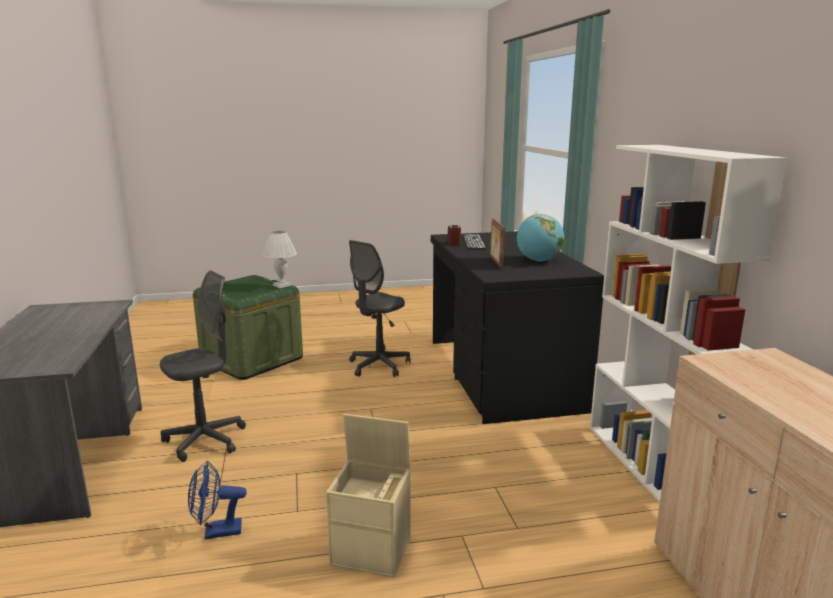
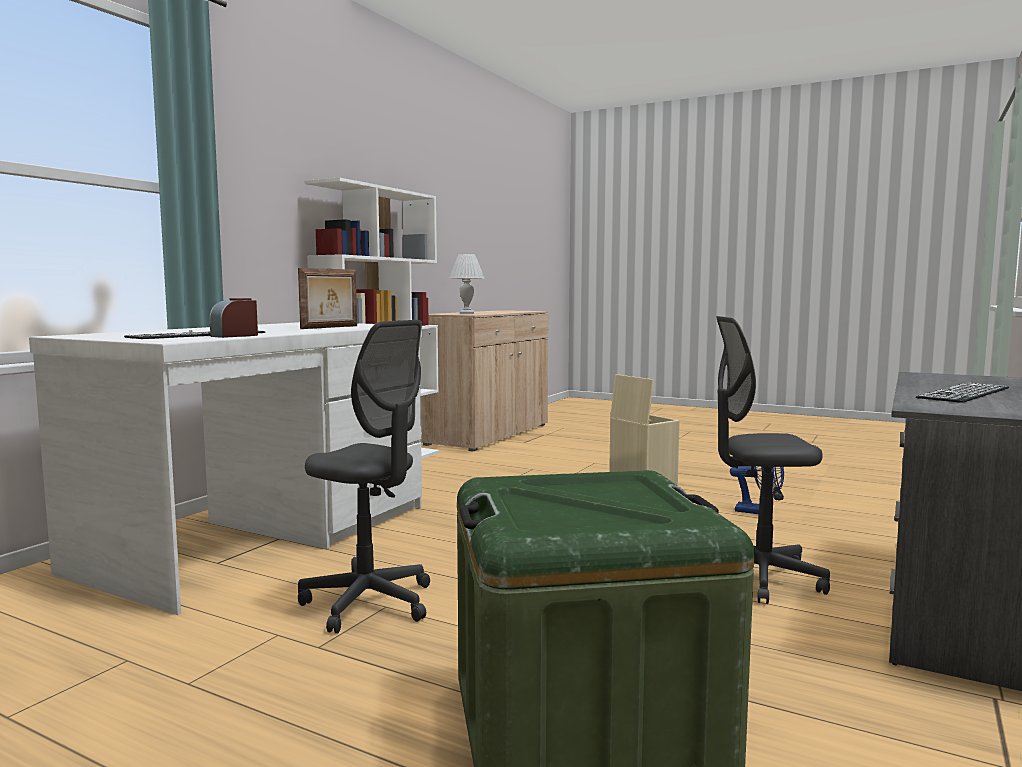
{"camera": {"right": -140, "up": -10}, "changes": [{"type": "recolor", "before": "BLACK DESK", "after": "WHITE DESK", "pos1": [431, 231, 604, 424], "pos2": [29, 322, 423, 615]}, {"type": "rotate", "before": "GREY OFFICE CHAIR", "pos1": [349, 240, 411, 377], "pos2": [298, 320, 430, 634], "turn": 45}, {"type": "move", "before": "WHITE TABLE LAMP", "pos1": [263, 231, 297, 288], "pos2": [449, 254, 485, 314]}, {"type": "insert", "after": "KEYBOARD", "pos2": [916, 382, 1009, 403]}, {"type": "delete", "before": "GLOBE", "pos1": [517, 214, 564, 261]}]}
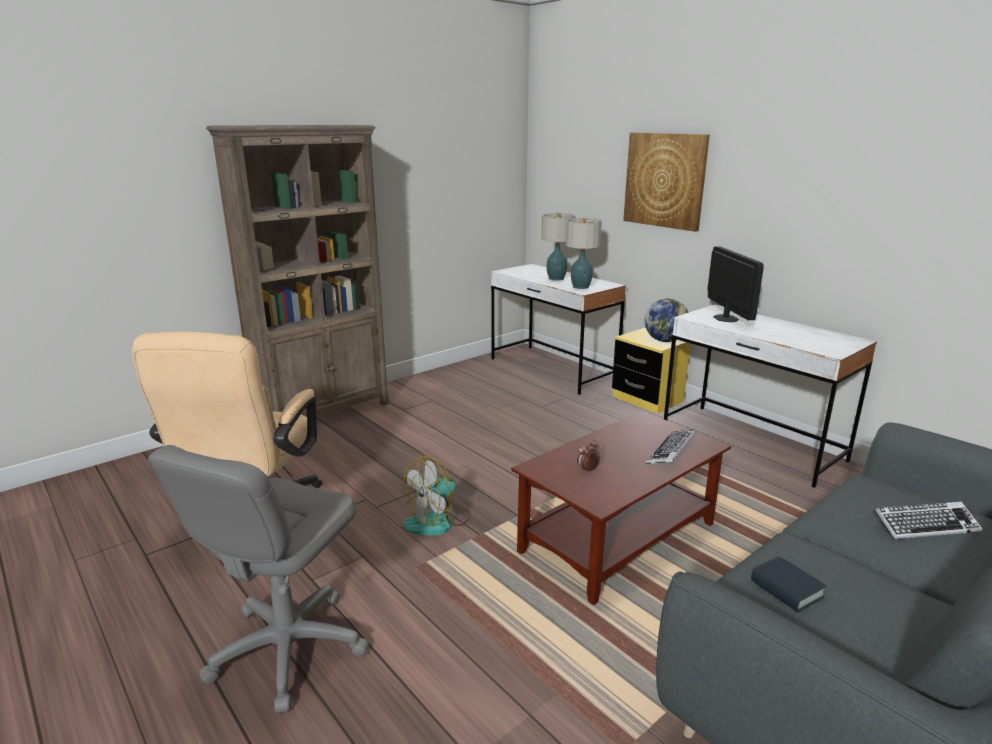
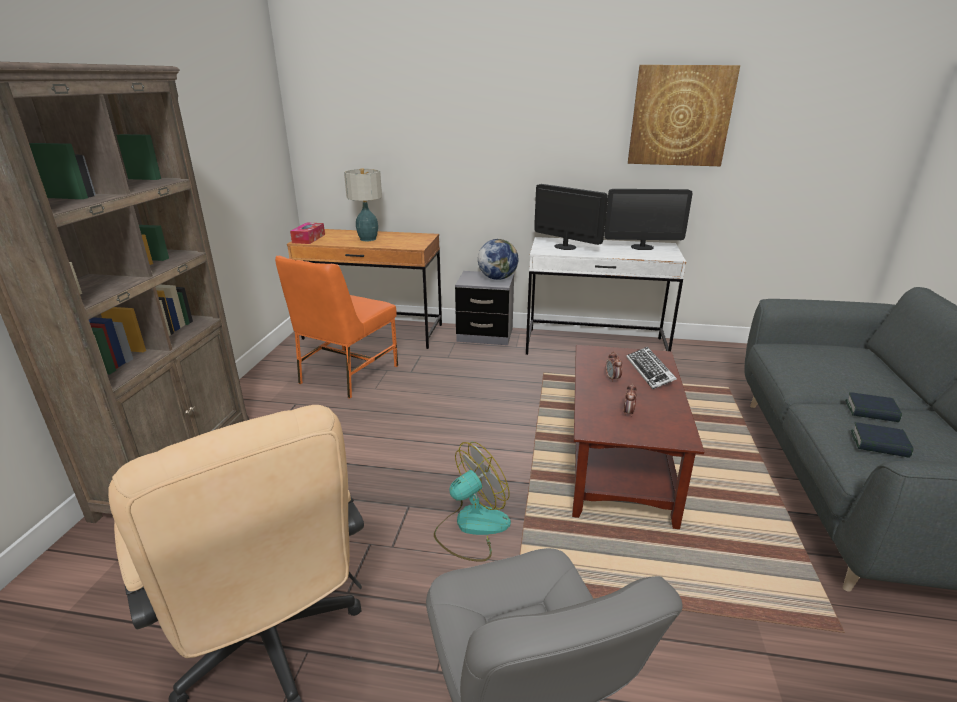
{"camera": {"right": -40, "up": 5}, "changes": [{"type": "insert", "after": "ORANGE CHAIR", "pos2": [275, 256, 398, 399]}, {"type": "recolor", "before": "WHITE DESK", "after": "BROWN DESK", "pos1": [491, 264, 626, 395], "pos2": [287, 229, 442, 349]}, {"type": "insert", "after": "TISSUE BOX", "pos2": [290, 222, 325, 244]}, {"type": "rotate", "before": "FAN", "pos1": [402, 456, 471, 536], "pos2": [434, 442, 511, 562], "turn": -135}, {"type": "recolor", "before": "YELLOW NIGHTSTAND", "after": "GREY NIGHTSTAND", "pos1": [612, 328, 691, 414], "pos2": [455, 271, 514, 345]}, {"type": "insert", "after": "MONITOR", "pos2": [604, 189, 692, 250]}, {"type": "insert", "after": "ALARM CLOCK", "pos2": [606, 351, 622, 382]}, {"type": "move", "before": "PICTURE", "pos1": [623, 132, 710, 232], "pos2": [628, 65, 740, 166]}, {"type": "insert", "after": "BOOK", "pos2": [845, 392, 902, 422]}, {"type": "delete", "before": "TABLE LAMP", "pos1": [566, 218, 602, 289]}, {"type": "delete", "before": "KEYBOARD", "pos1": [876, 501, 983, 539]}]}
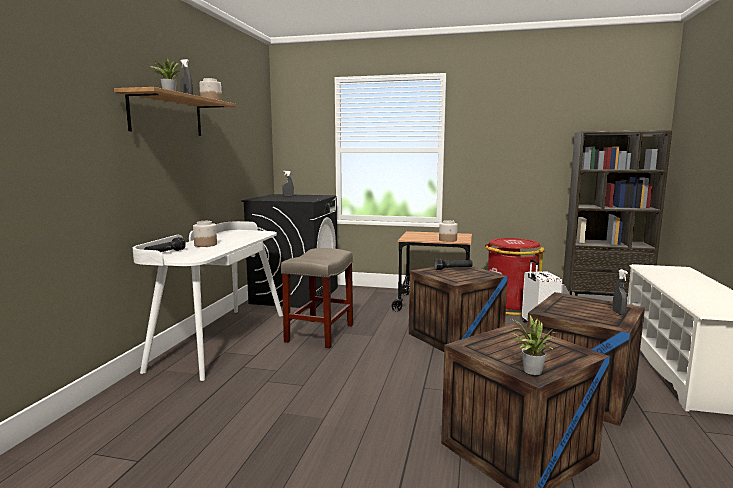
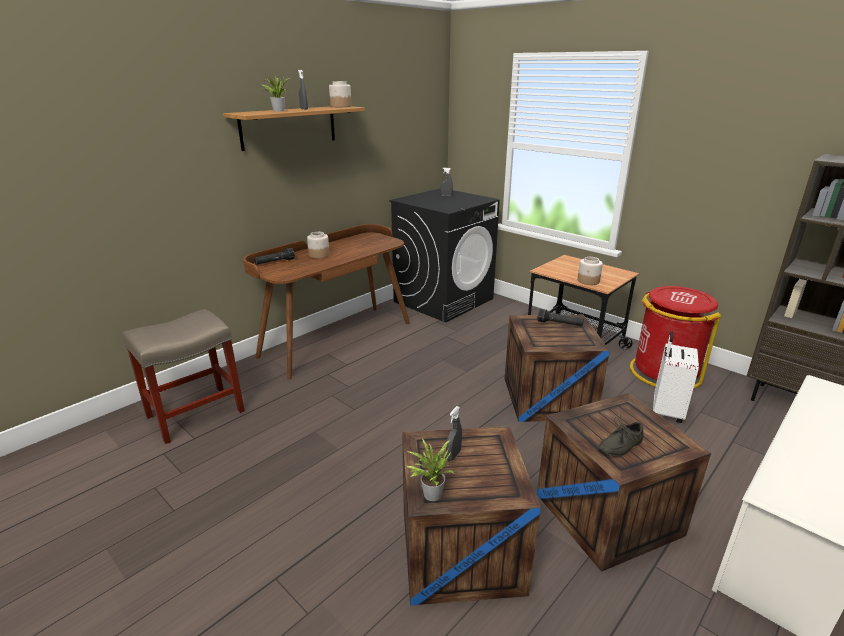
{"camera": {"right": 30, "up": 15}, "changes": [{"type": "move", "before": "BEIGE STOOL", "pos1": [281, 248, 353, 348], "pos2": [122, 309, 245, 444]}, {"type": "recolor", "before": "WHITE DESK", "after": "BROWN DESK", "pos1": [133, 221, 283, 381], "pos2": [243, 224, 410, 379]}, {"type": "move", "before": "GREY SPRAY BOTTLE", "pos1": [612, 269, 628, 315], "pos2": [446, 406, 462, 461]}, {"type": "insert", "after": "GREY SHOE", "pos2": [598, 414, 643, 457]}]}
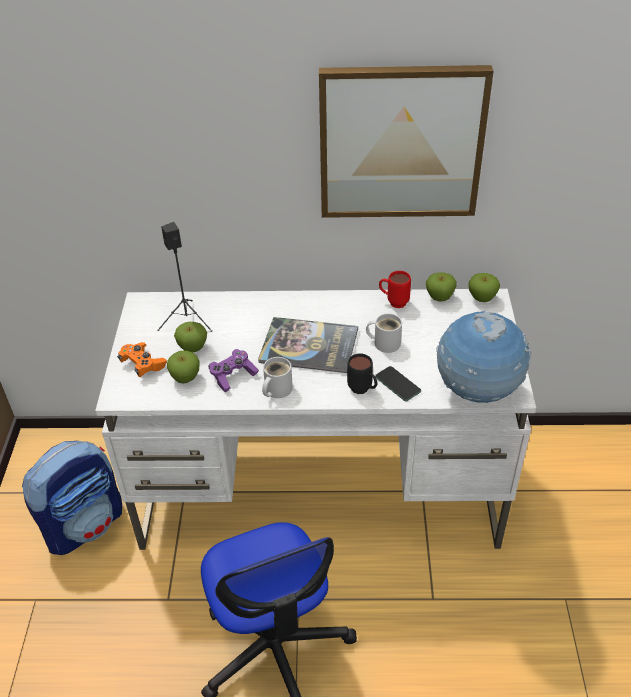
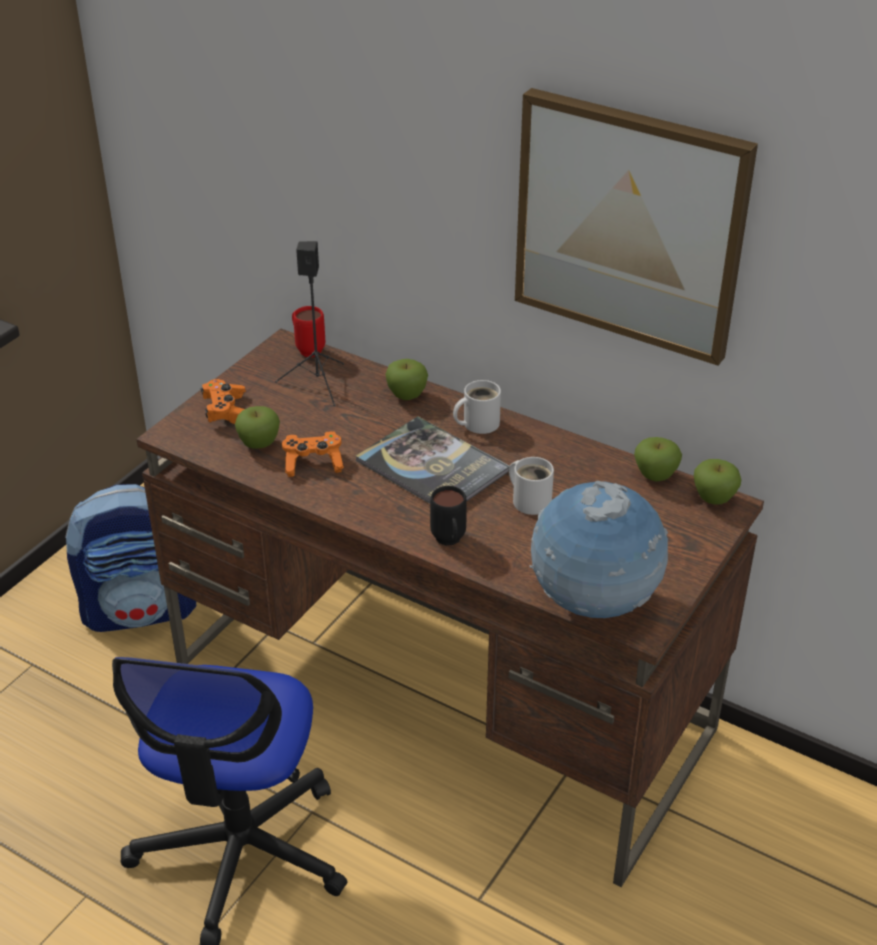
{"camera": {"right": 30, "up": -5}, "changes": [{"type": "recolor", "before": "WHITE DESK", "after": "BROWN DESK", "pos1": [95, 289, 536, 550], "pos2": [136, 329, 764, 887]}, {"type": "recolor", "before": "PURPLE GAME CONTROLLER", "after": "ORANGE GAME CONTROLLER", "pos1": [208, 349, 259, 392], "pos2": [282, 431, 344, 477]}, {"type": "move", "before": "RED MUG", "pos1": [379, 271, 411, 308], "pos2": [292, 306, 325, 357]}, {"type": "move", "before": "APPLE", "pos1": [174, 322, 207, 353], "pos2": [385, 359, 428, 400]}, {"type": "move", "before": "WHITE MUG", "pos1": [262, 357, 293, 398], "pos2": [453, 380, 501, 434]}, {"type": "delete", "before": "PHONE", "pos1": [375, 366, 421, 401]}]}
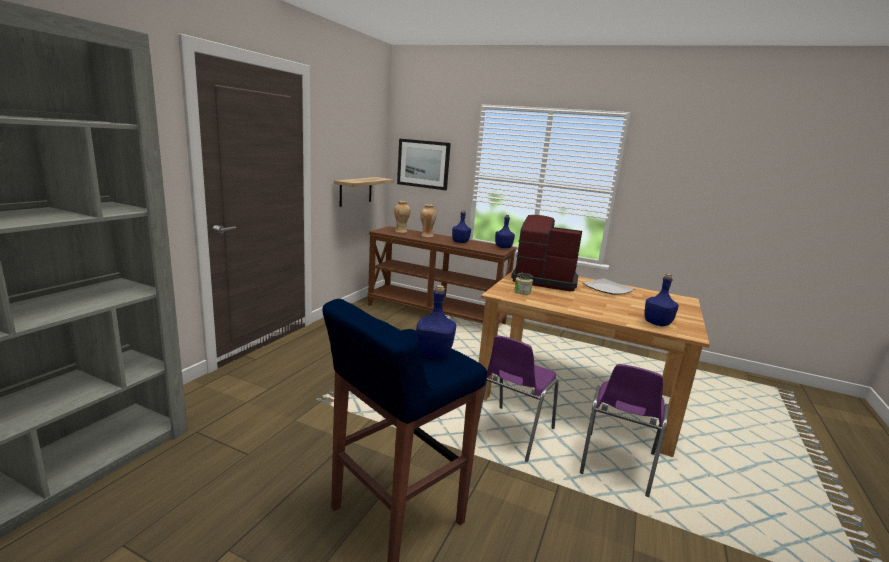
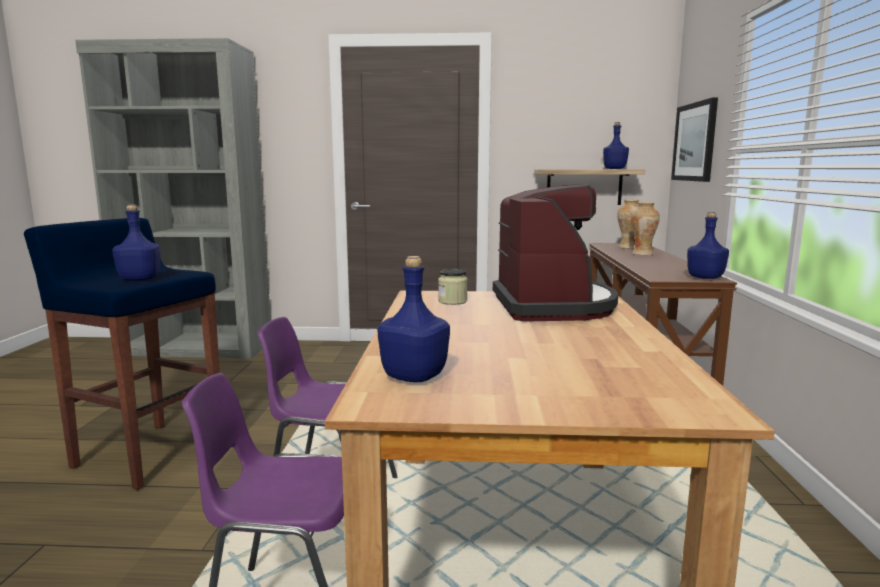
{"camera": {"right": 70, "up": -5}, "changes": [{"type": "move", "before": "BLUE BOTTLE", "pos1": [452, 210, 471, 243], "pos2": [603, 122, 629, 169]}, {"type": "delete", "before": "PLATE", "pos1": [583, 278, 635, 295]}]}
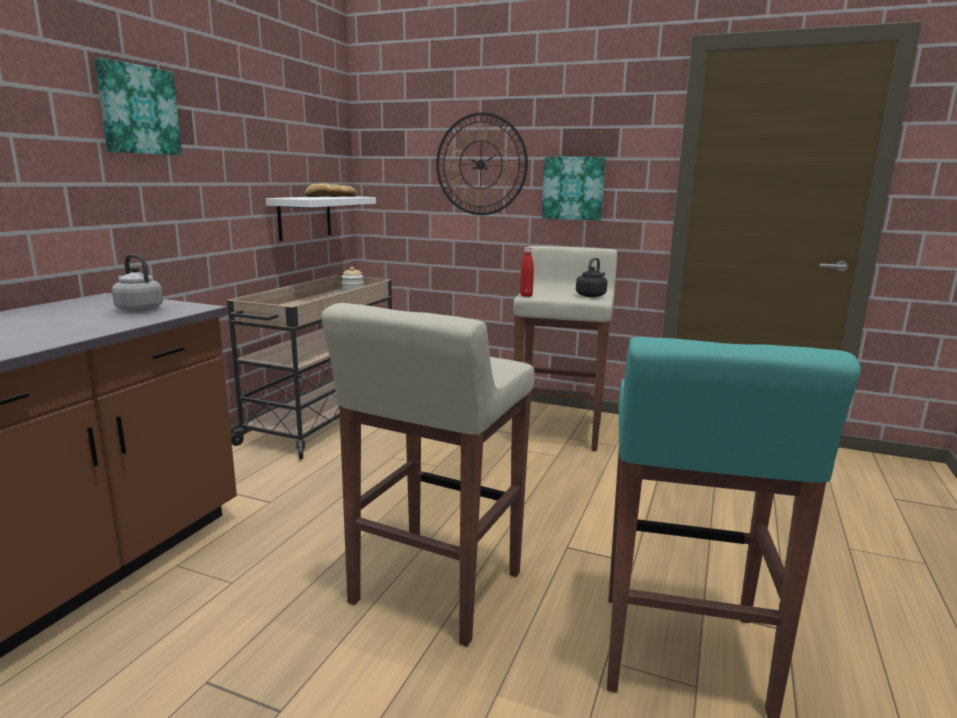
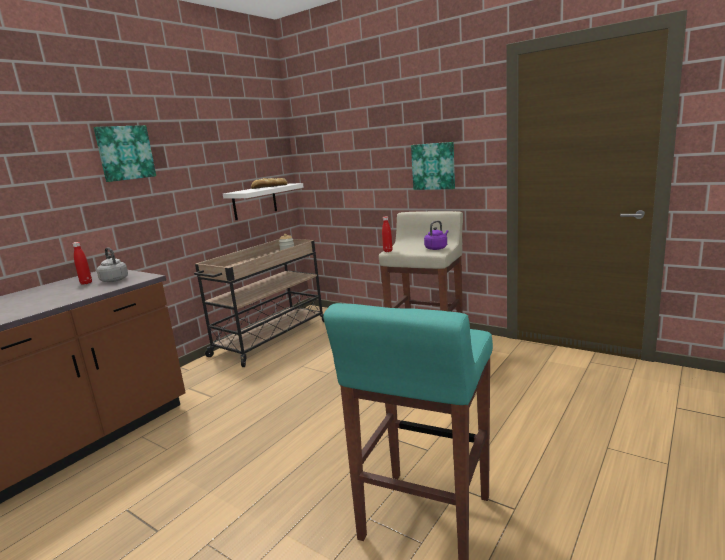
{"camera": {"right": 15, "up": 0}, "changes": [{"type": "insert", "after": "RED BOTTLE", "pos2": [72, 242, 92, 285]}, {"type": "recolor", "before": "BLACK KETTLE", "after": "PURPLE KETTLE", "pos1": [576, 258, 607, 297], "pos2": [424, 220, 449, 250]}, {"type": "delete", "before": "BEIGE STOOL", "pos1": [321, 303, 534, 647]}, {"type": "delete", "before": "WALL CLOCK", "pos1": [436, 112, 528, 215]}]}
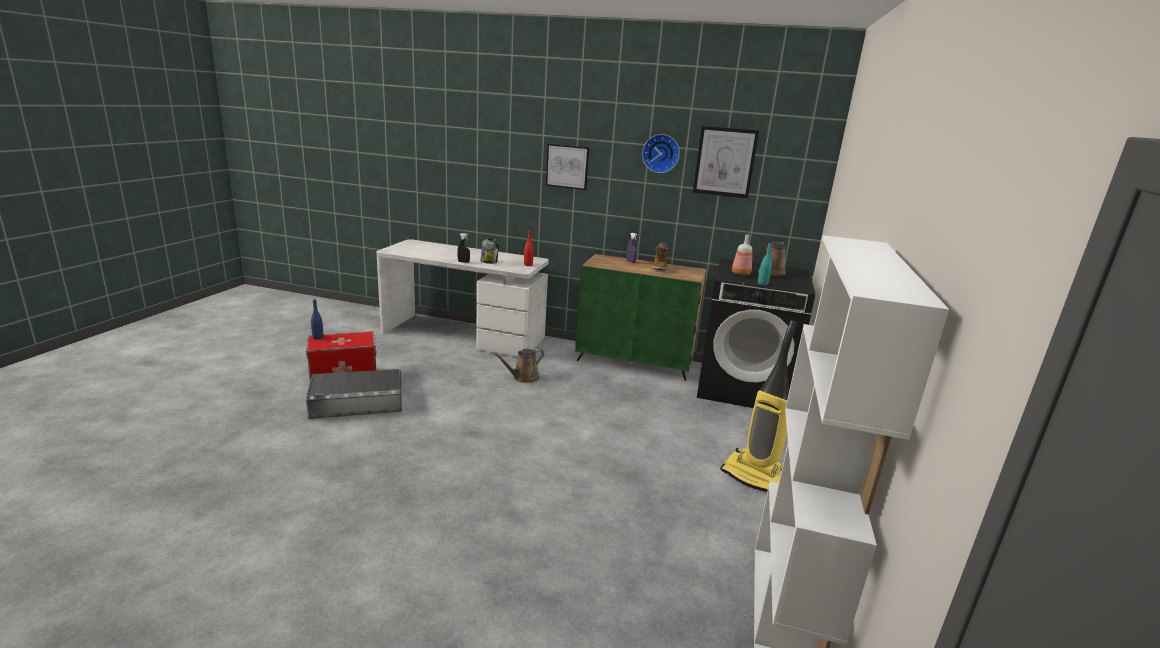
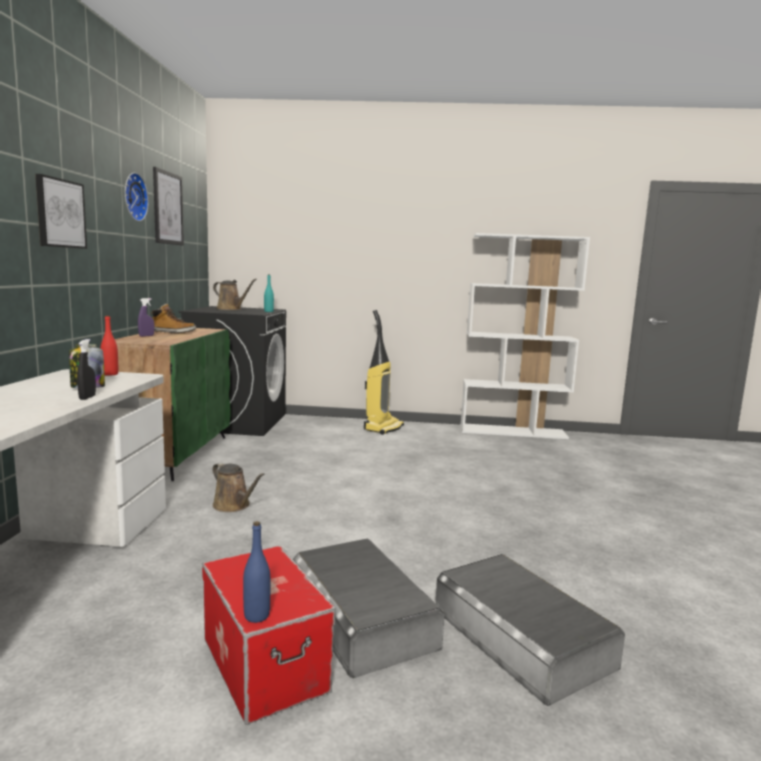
{"camera": {"right": -100, "up": -10}, "changes": [{"type": "insert", "after": "GREY STORAGE BOX", "pos2": [435, 554, 625, 706]}, {"type": "delete", "before": "BOTTLE", "pos1": [732, 234, 752, 275]}]}
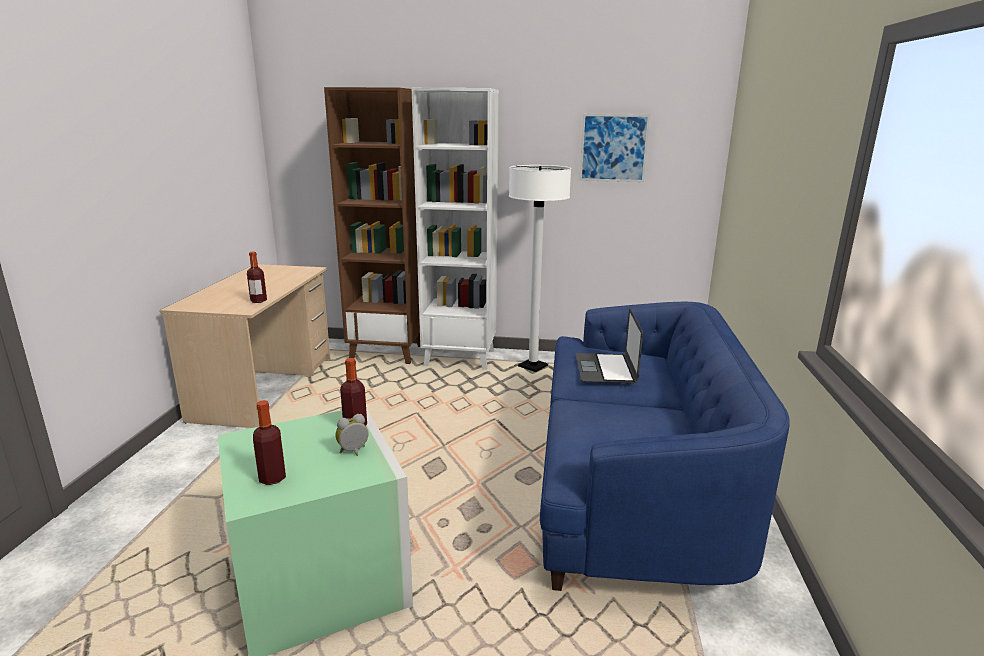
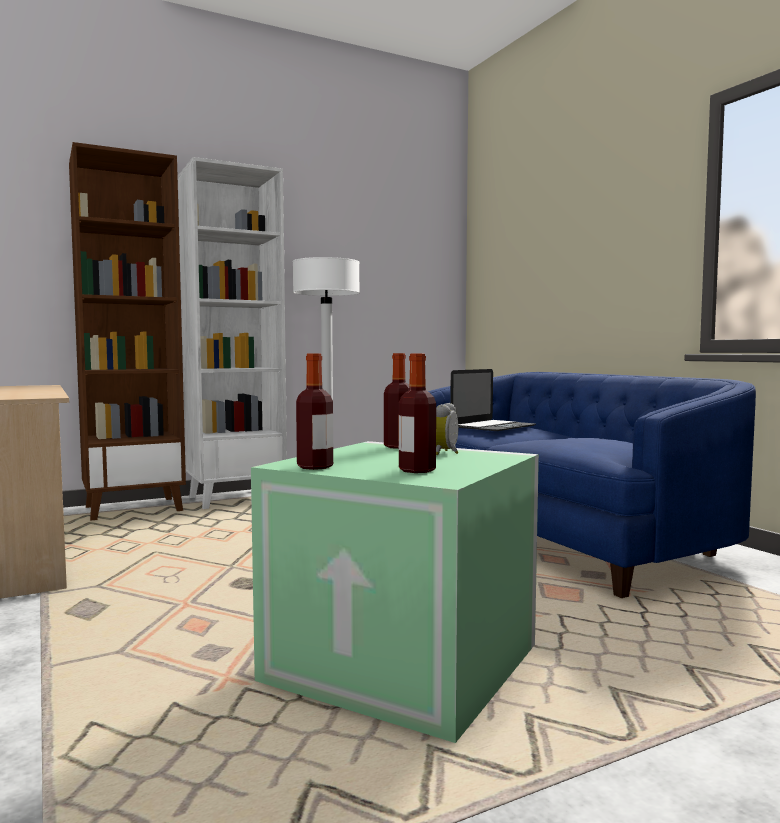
{"camera": {"right": -35, "up": -15}, "changes": [{"type": "move", "before": "BOTTLE", "pos1": [247, 252, 267, 303], "pos2": [296, 354, 333, 470]}, {"type": "rotate", "before": "LAPTOP", "pos1": [576, 308, 643, 383], "pos2": [450, 369, 536, 431], "turn": -105}, {"type": "delete", "before": "PICTURE", "pos1": [579, 114, 650, 182]}]}
